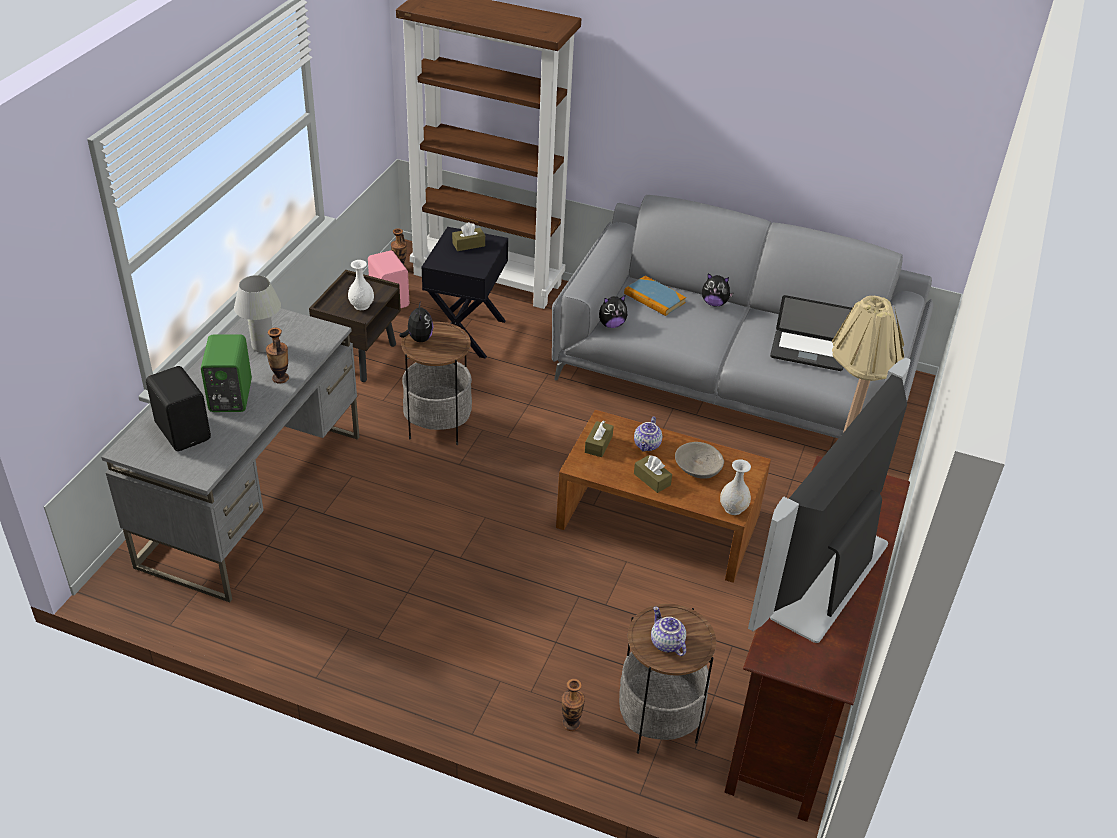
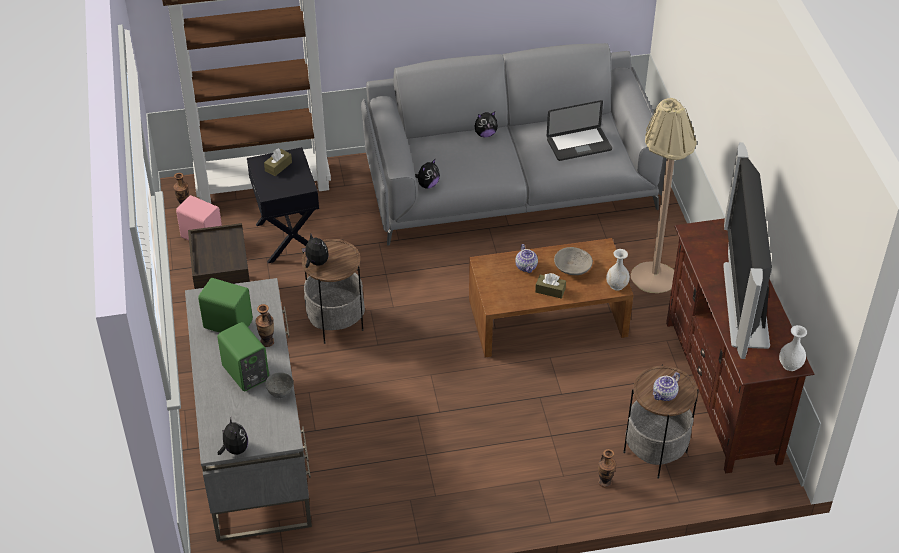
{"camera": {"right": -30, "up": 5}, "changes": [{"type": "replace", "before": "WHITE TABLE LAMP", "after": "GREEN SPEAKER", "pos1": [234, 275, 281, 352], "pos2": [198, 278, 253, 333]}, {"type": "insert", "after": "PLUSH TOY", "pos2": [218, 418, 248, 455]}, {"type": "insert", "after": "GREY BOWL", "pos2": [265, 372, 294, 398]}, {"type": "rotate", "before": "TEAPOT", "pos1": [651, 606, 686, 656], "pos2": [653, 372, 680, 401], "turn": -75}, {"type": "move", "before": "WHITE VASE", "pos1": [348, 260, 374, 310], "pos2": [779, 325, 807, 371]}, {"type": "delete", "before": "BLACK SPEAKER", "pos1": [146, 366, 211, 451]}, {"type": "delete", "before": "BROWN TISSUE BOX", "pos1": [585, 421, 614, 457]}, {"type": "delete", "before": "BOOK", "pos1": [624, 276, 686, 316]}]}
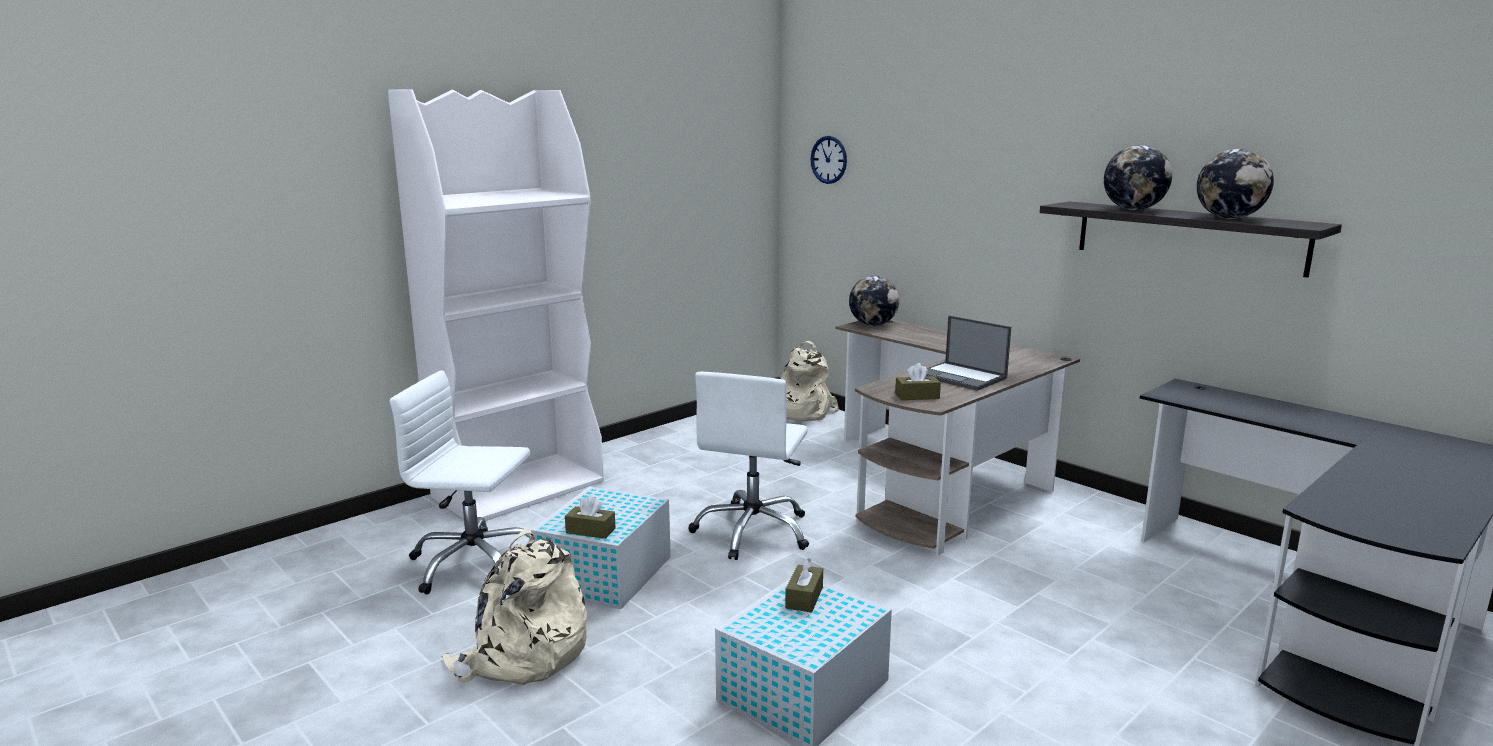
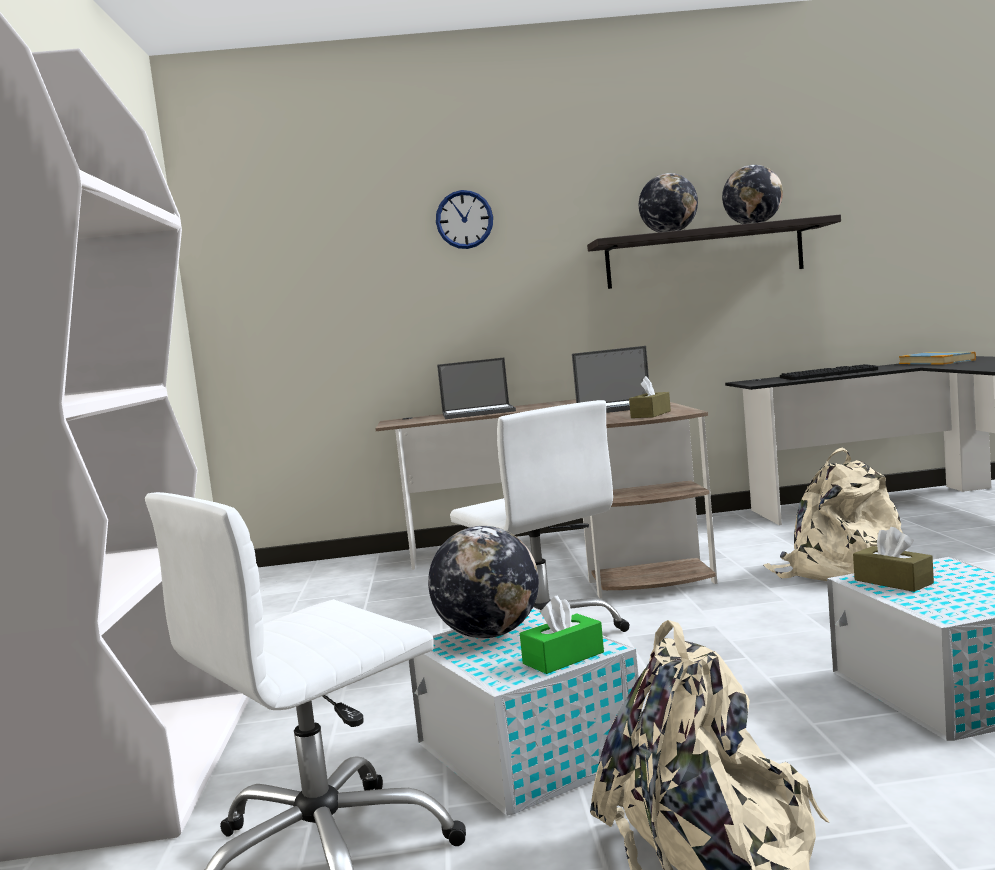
{"camera": {"right": -50, "up": -10}, "changes": [{"type": "move", "before": "GLOBE", "pos1": [849, 275, 899, 326], "pos2": [428, 526, 539, 638]}, {"type": "move", "before": "WALL CLOCK", "pos1": [811, 136, 847, 184], "pos2": [436, 190, 493, 249]}, {"type": "insert", "after": "LAPTOP", "pos2": [437, 358, 516, 419]}, {"type": "recolor", "before": "BROWN TISSUE BOX", "after": "GREEN TISSUE BOX", "pos1": [565, 496, 616, 539], "pos2": [520, 595, 604, 674]}, {"type": "move", "before": "BEIGE BACKPACK", "pos1": [780, 341, 839, 421], "pos2": [763, 448, 903, 581]}, {"type": "insert", "after": "KEYBOARD", "pos2": [780, 364, 878, 380]}, {"type": "insert", "after": "BOOK", "pos2": [899, 352, 976, 365]}]}
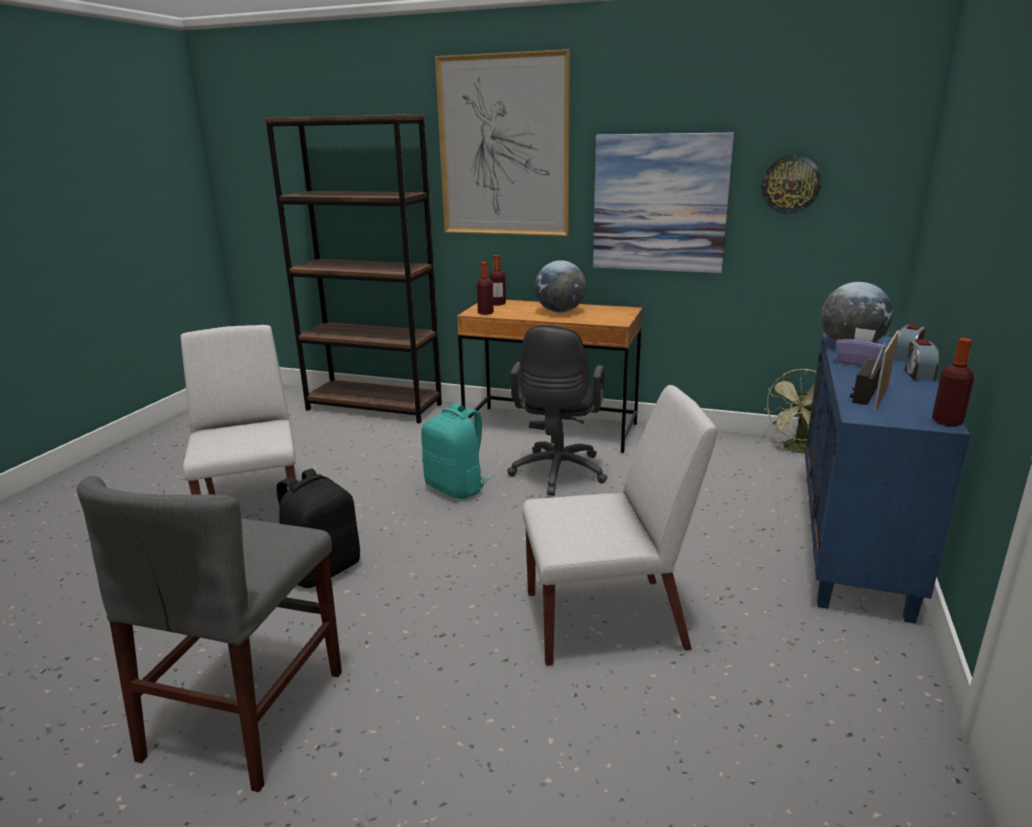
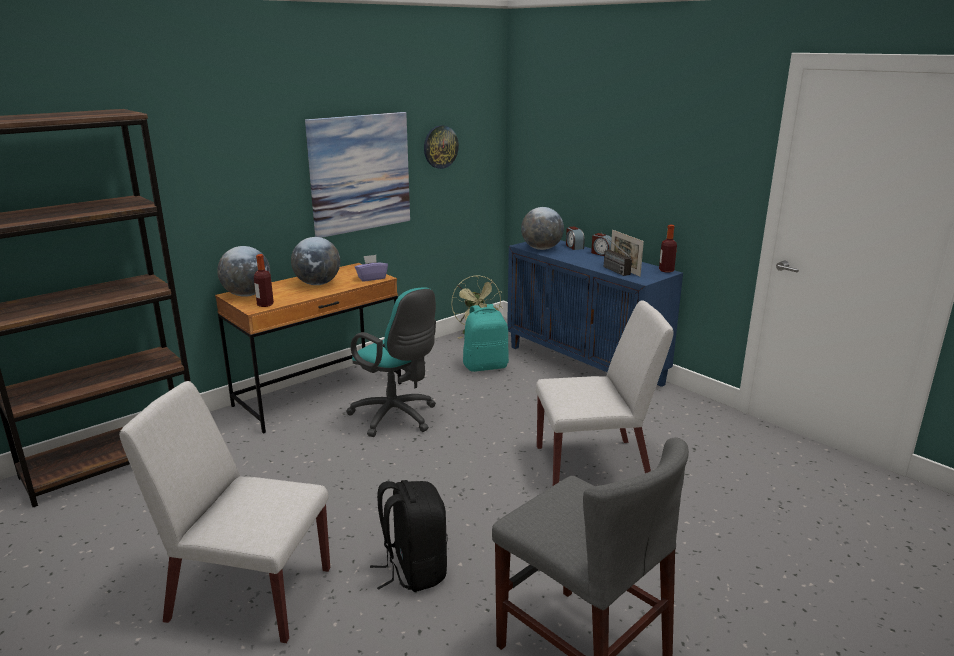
{"camera": {"right": -60, "up": 0}, "changes": [{"type": "replace", "before": "BOTTLE", "after": "GLOBE", "pos1": [489, 255, 506, 306], "pos2": [217, 246, 270, 297]}, {"type": "recolor", "before": "BLACK OFFICE CHAIR", "after": "TURQUOISE OFFICE CHAIR", "pos1": [507, 325, 607, 496], "pos2": [346, 287, 436, 437]}, {"type": "move", "before": "PURPLE TISSUE BOX", "pos1": [836, 328, 887, 366], "pos2": [355, 255, 388, 281]}, {"type": "move", "before": "TURQUOISE BACKPACK", "pos1": [421, 403, 491, 499], "pos2": [463, 304, 509, 372]}, {"type": "rotate", "before": "WHITE CHAIR", "pos1": [522, 385, 717, 666], "pos2": [536, 301, 674, 486], "turn": 60}, {"type": "delete", "before": "PICTURE", "pos1": [435, 49, 570, 236]}]}
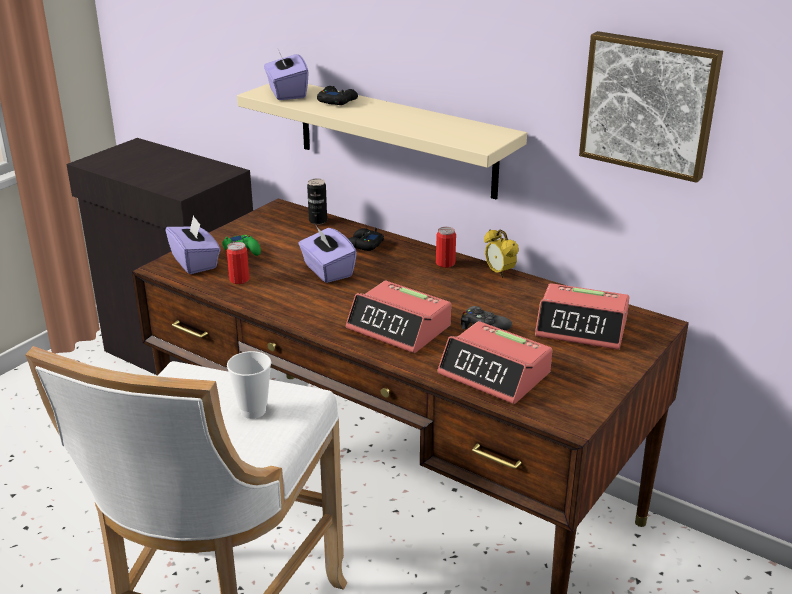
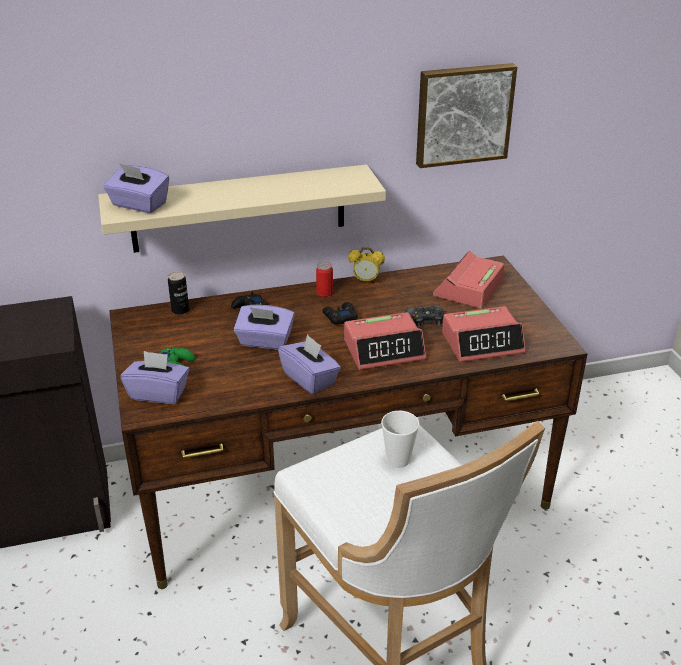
{"camera": {"right": -50, "up": 5}, "changes": [{"type": "insert", "after": "PURPLE TISSUE BOX", "pos2": [278, 334, 341, 394]}, {"type": "move", "before": "BLACK GAME CONTROLLER", "pos1": [317, 86, 358, 105], "pos2": [323, 302, 358, 325]}, {"type": "rotate", "before": "ALARM CLOCK", "pos1": [535, 283, 630, 350], "pos2": [433, 251, 504, 309], "turn": 150}, {"type": "delete", "before": "CAN", "pos1": [227, 242, 250, 284]}]}
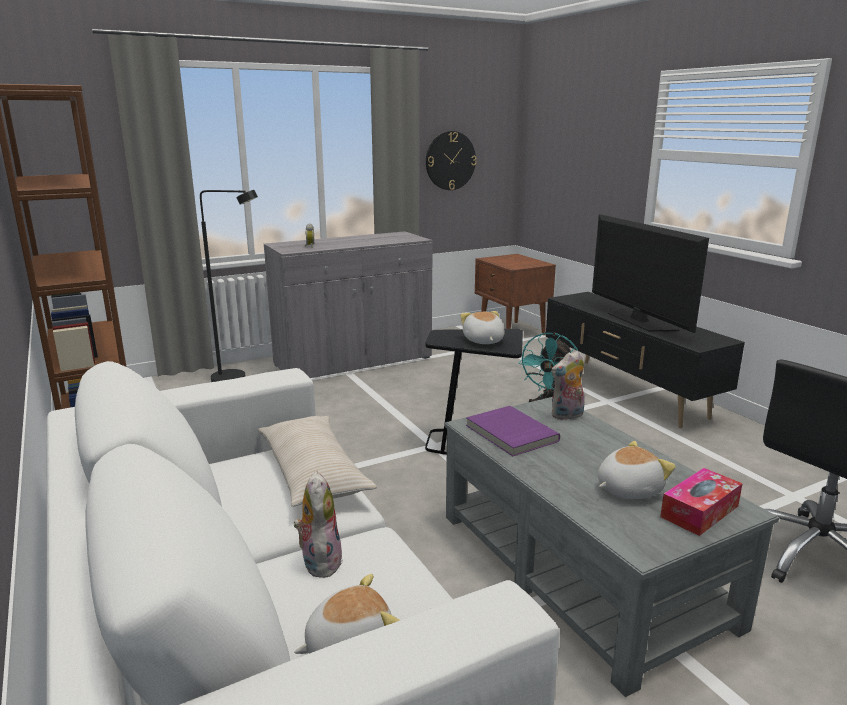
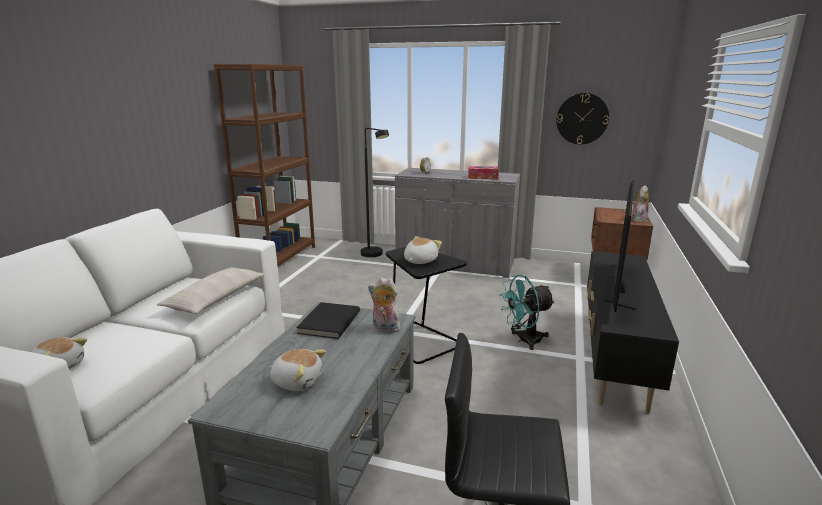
{"camera": {"right": 45, "up": 0}, "changes": [{"type": "recolor", "before": "PURPLE BOOK", "after": "BLACK BOOK", "pos1": [466, 406, 560, 456], "pos2": [296, 302, 360, 339]}, {"type": "move", "before": "TISSUE BOX", "pos1": [660, 468, 743, 536], "pos2": [468, 166, 499, 179]}, {"type": "move", "before": "PLUSH TOY", "pos1": [294, 471, 343, 578], "pos2": [632, 186, 649, 222]}]}
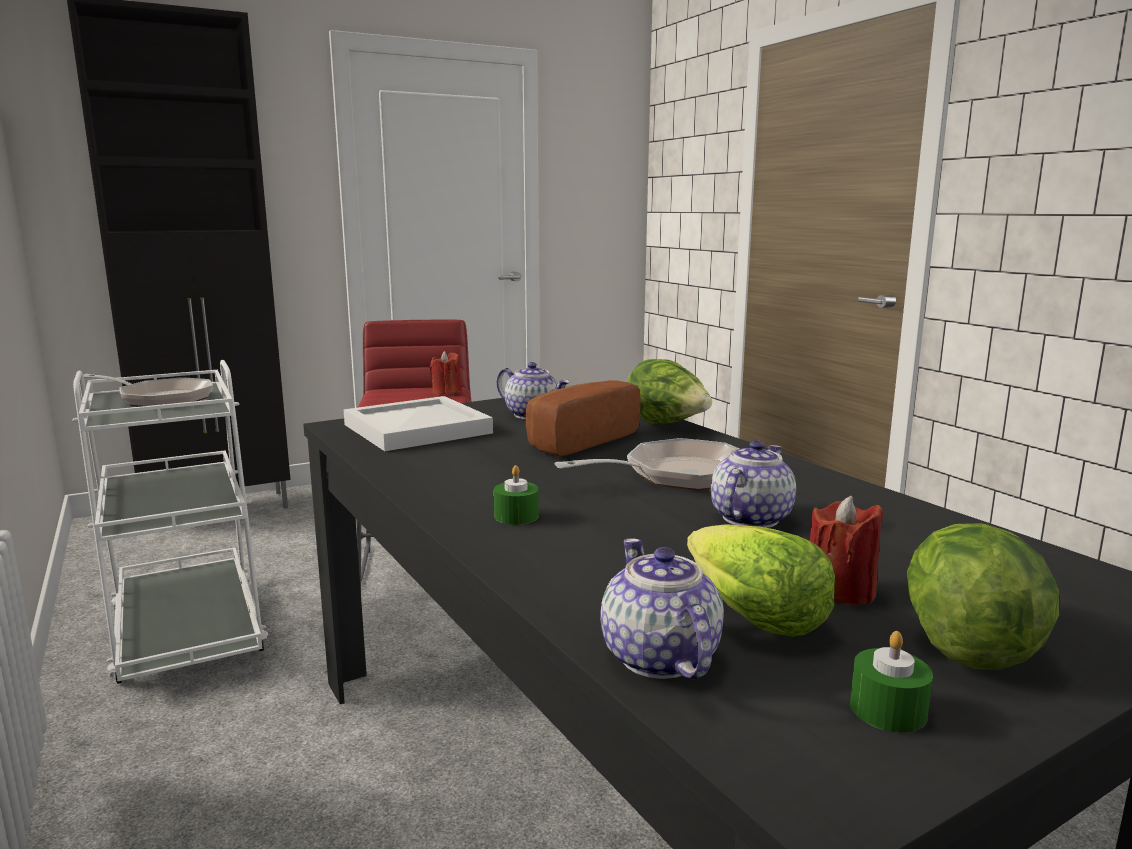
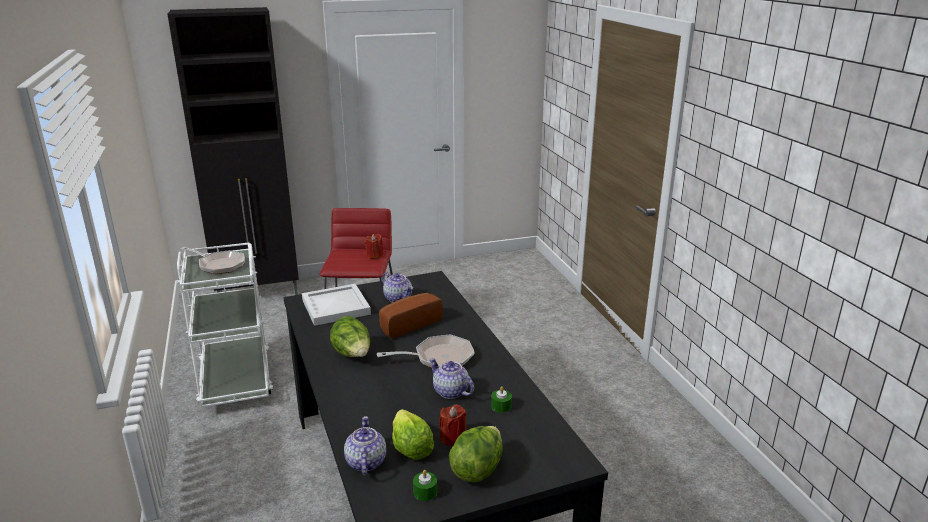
{"camera": {"right": 10, "up": 10}, "changes": [{"type": "move", "before": "LETTUCE", "pos1": [627, 359, 712, 424], "pos2": [330, 316, 370, 357]}, {"type": "rotate", "before": "TEAPOT", "pos1": [711, 440, 796, 528], "pos2": [429, 358, 474, 399], "turn": -90}, {"type": "move", "before": "GREEN CANDLE", "pos1": [494, 465, 539, 525], "pos2": [491, 386, 512, 413]}]}
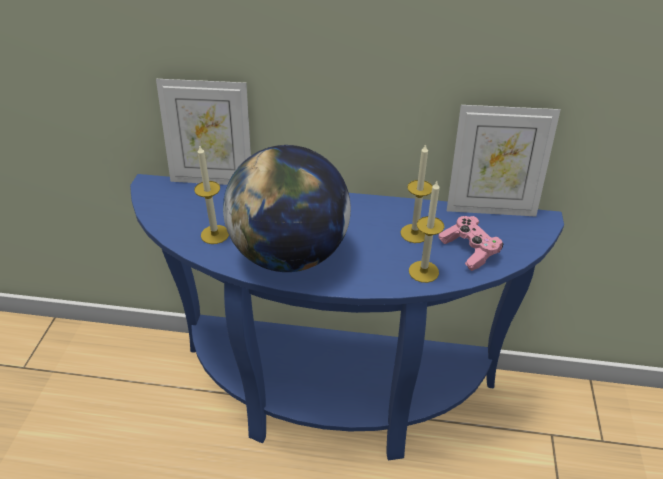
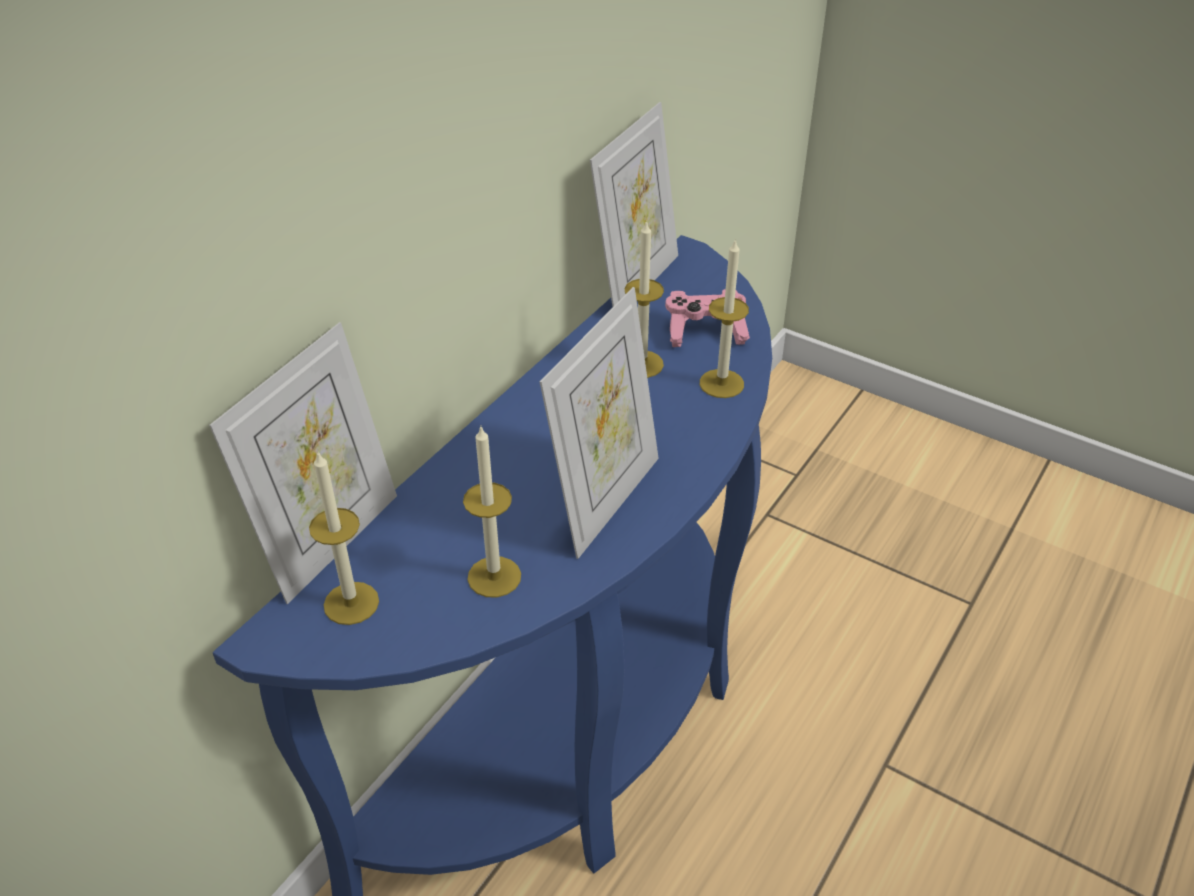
{"camera": {"right": -65, "up": 0}, "changes": [{"type": "insert", "after": "CANDLE", "pos2": [309, 451, 379, 625]}, {"type": "replace", "before": "GLOBE", "after": "PICTURE FRAME", "pos1": [223, 145, 351, 272], "pos2": [540, 287, 659, 559]}]}
